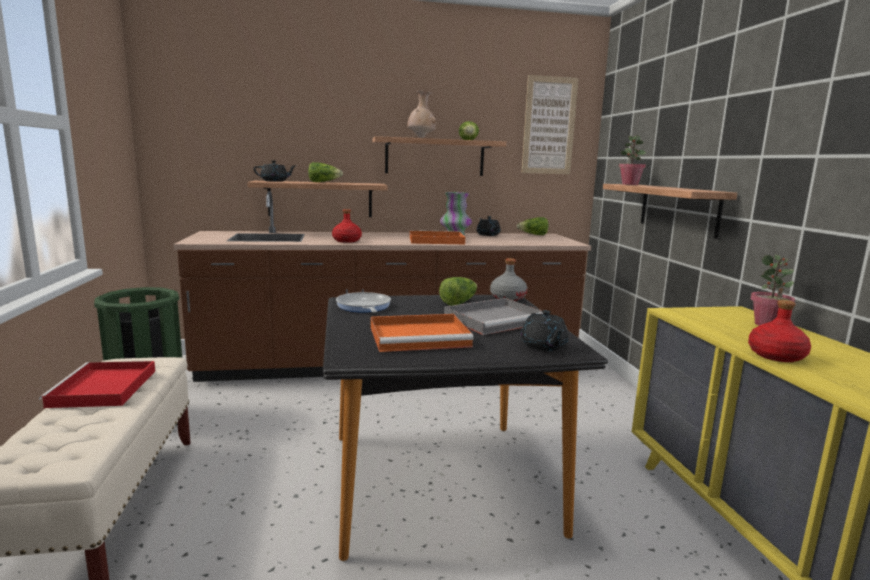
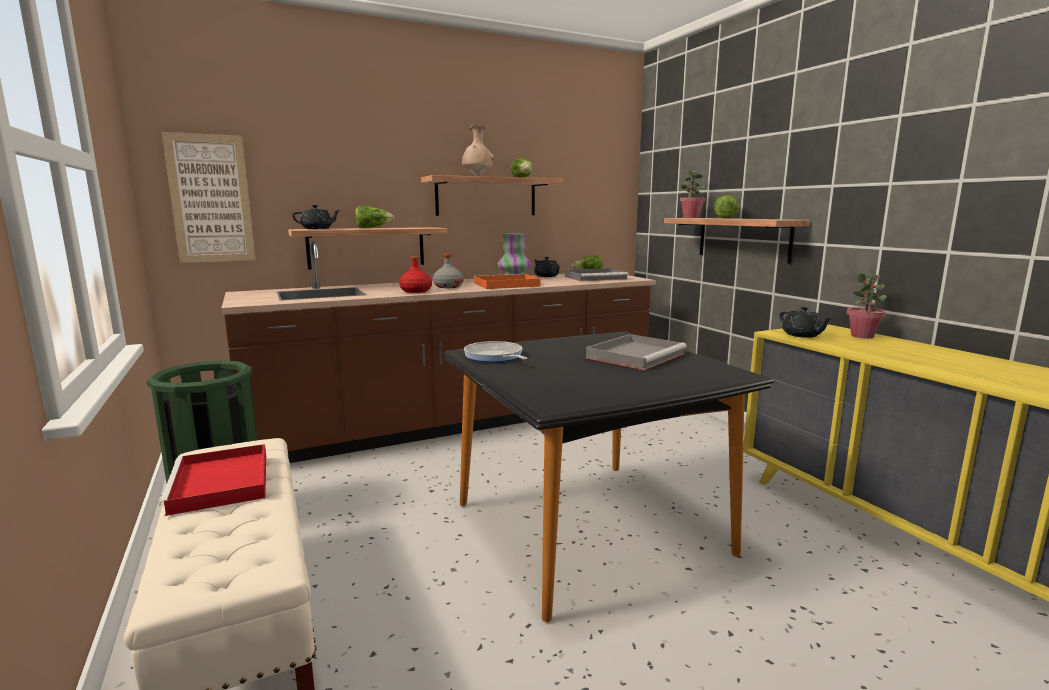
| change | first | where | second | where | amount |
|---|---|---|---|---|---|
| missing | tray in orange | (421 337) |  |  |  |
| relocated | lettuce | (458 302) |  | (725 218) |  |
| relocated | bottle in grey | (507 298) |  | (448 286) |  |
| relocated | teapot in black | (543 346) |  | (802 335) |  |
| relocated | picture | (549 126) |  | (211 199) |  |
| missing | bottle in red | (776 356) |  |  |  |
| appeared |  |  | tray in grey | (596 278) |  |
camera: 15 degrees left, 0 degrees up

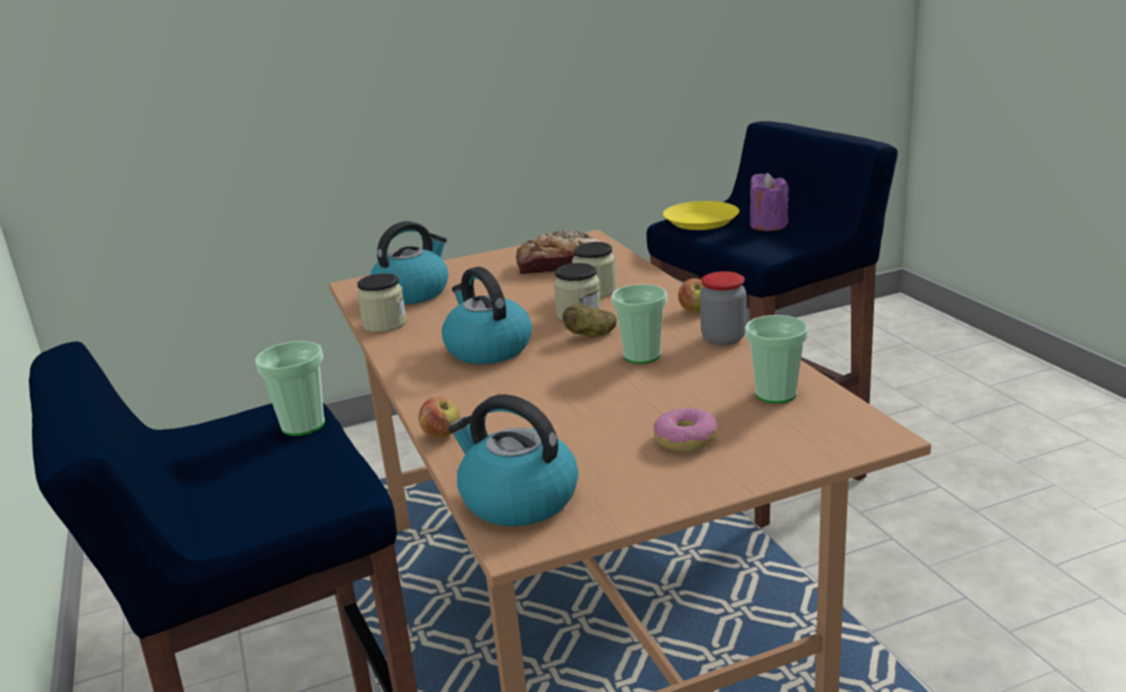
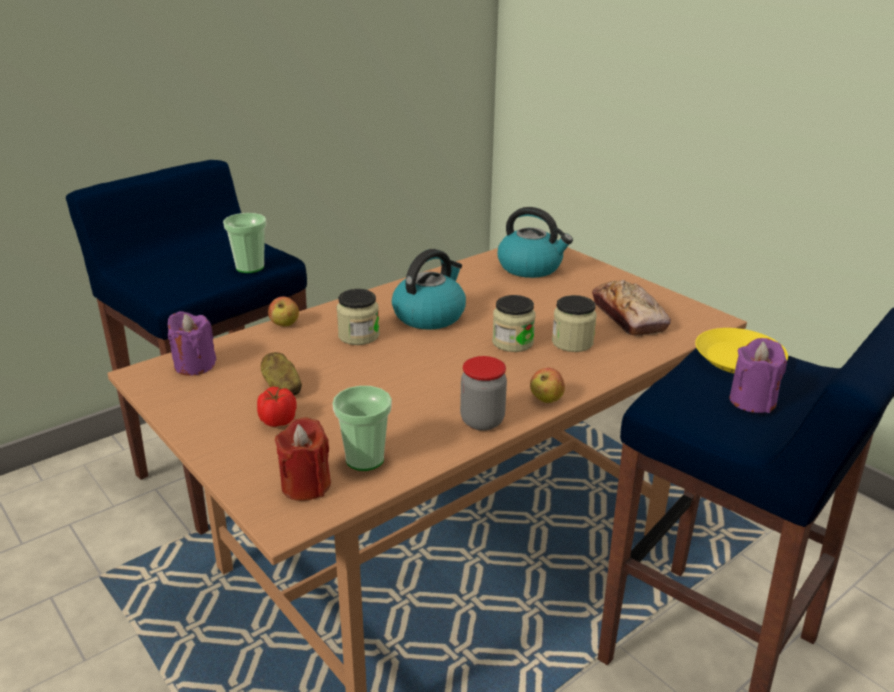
| change | first | where | second | where | amount |
|---|---|---|---|---|---|
| relocated | jar | (385 324) |  | (358 336) |  |
| exchanged | kettle | (517 499) | candle in purple | (194 365) |  |
| relocated | potato | (591 335) |  | (281 388) |  |
| missing | cup | (642 356) |  |  |  |
| exchanged | donut | (686 440) | tomato | (277 421) |  |
| appeared |  |  | candle in red | (306 485) |  |
camera: 70 degrees right, 5 degrees up

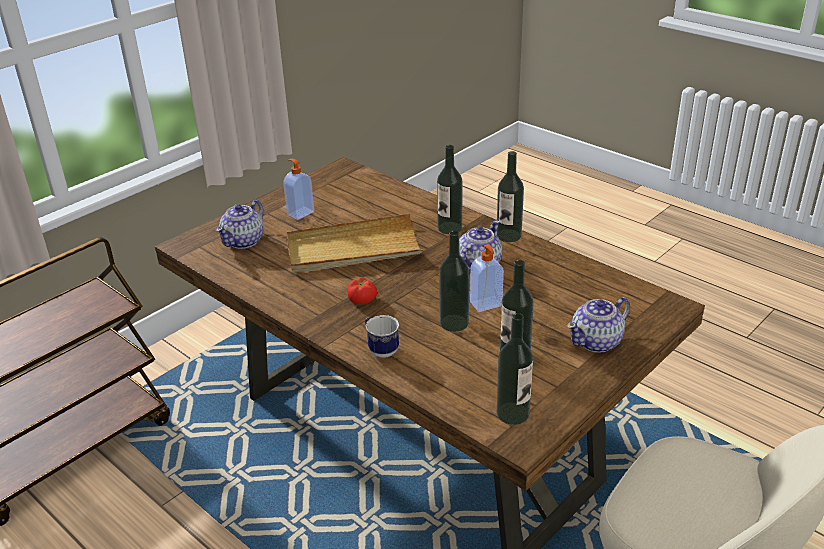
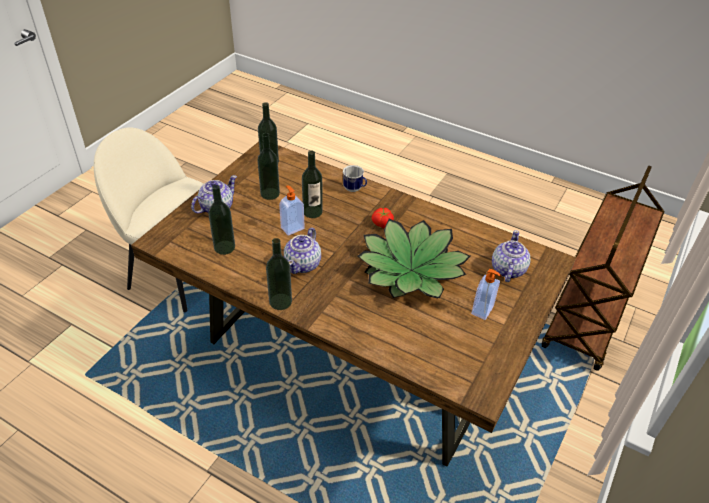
| change | first | where | second | where | amount |
|---|---|---|---|---|---|
| exchanged | tray in beige | (353 249) | potted plant | (411 270) |  |
| relocated | bottle | (449 228) |  | (224 247) |  |
camera: 165 degrees right, 10 degrees up

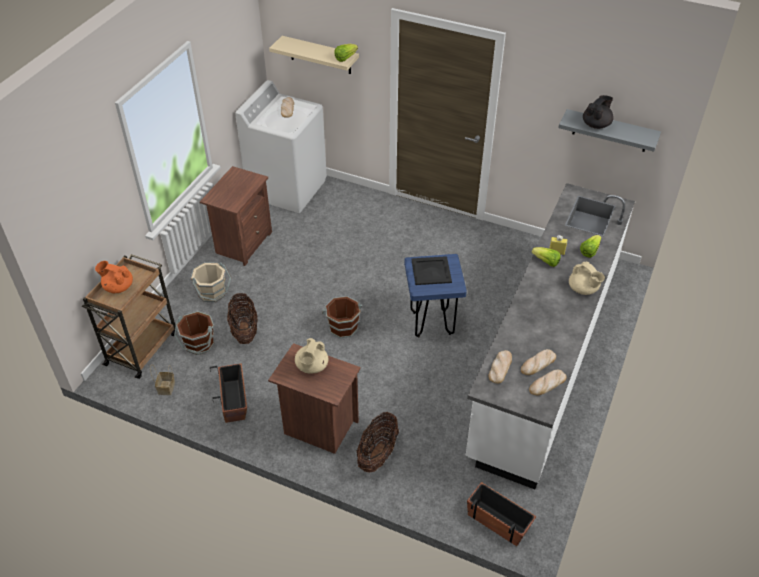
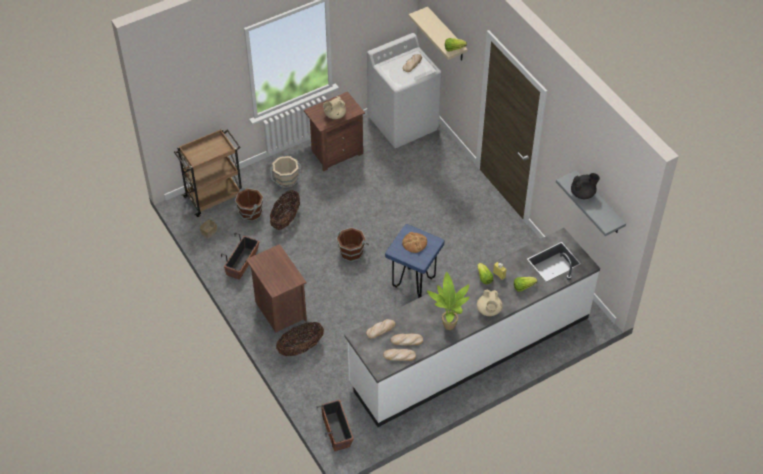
| change | first | where | second | where | amount |
|---|---|---|---|---|---|
| missing | teapot in orange | (118 287) |  |  |  |
| relocated | teapot in beige | (311 367) |  | (334 115) |  |
| exchanged | tray in black | (431 271) | bread | (414 243) |  |
| appeared |  |  | potted plant | (447 326) |  |
camera: 35 degrees right, 5 degrees up

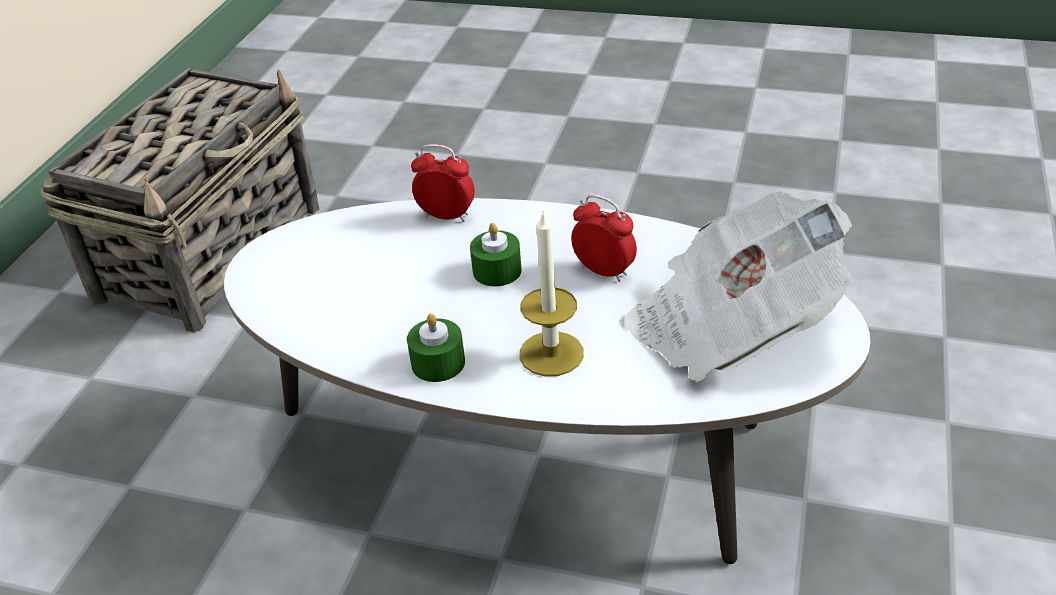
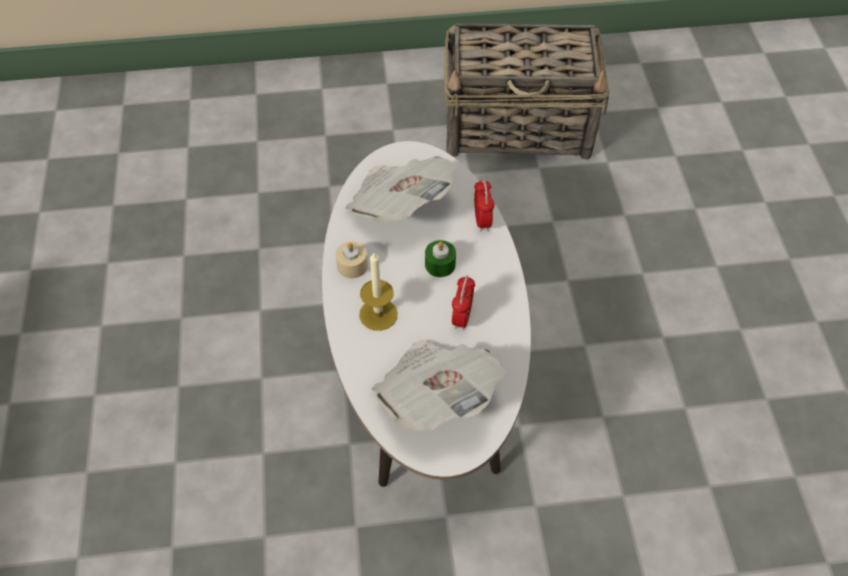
| change | first | where | second | where | amount |
|---|---|---|---|---|---|
| colour | candle in green | (438 363) | candle in beige | (352 266) |  |
| appeared |  |  | newspaper | (400 206) |  |
camera: 65 degrees right, 15 degrees up

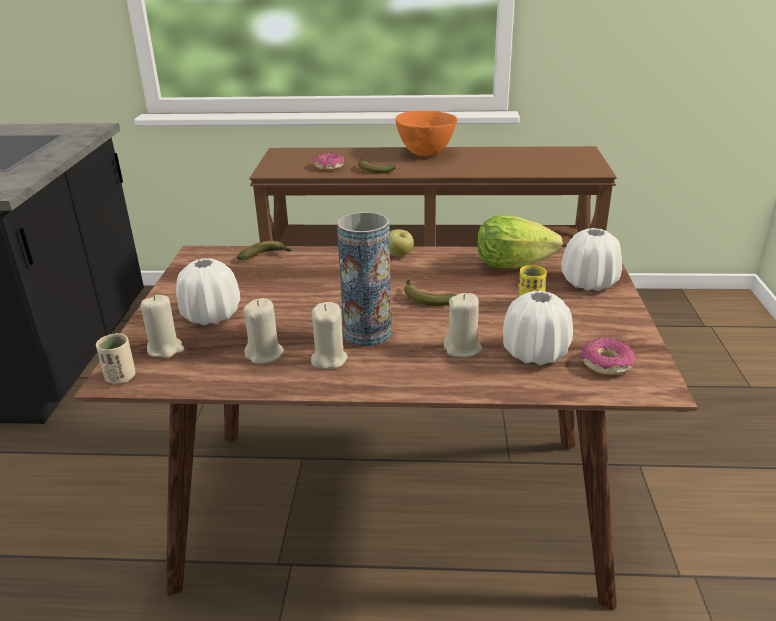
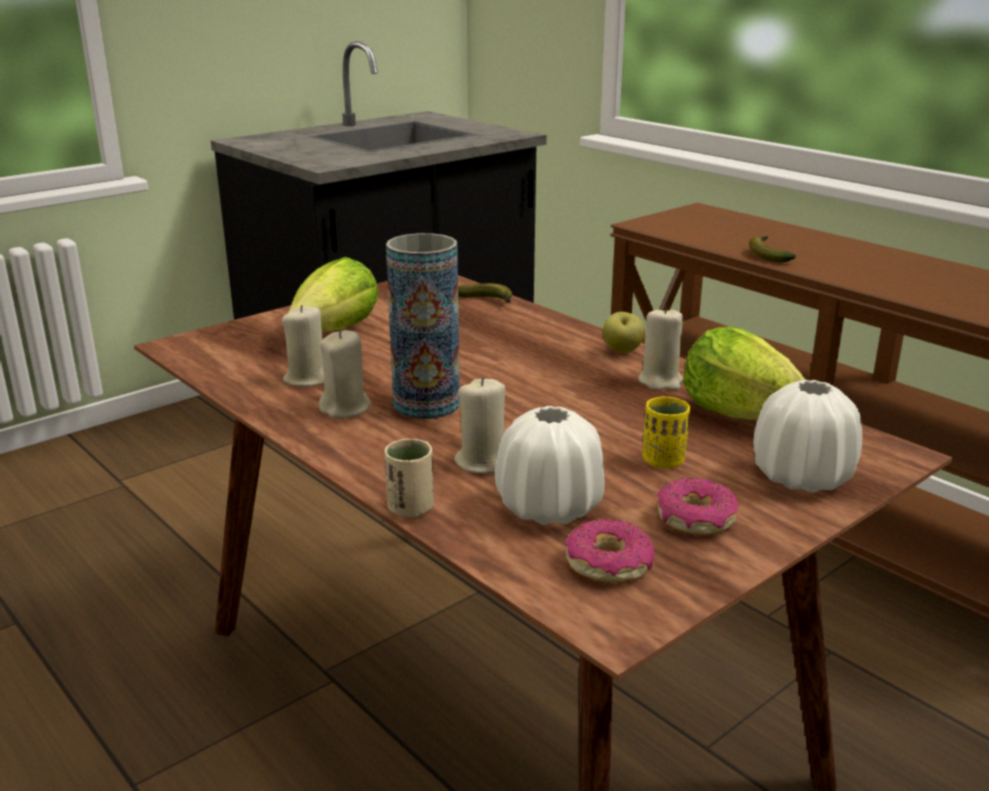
| change | first | where | second | where | amount |
|---|---|---|---|---|---|
| relocated | cup in beige | (121 378) |  | (410 508) |  |
| relocated | candle in beige | (165 349) |  | (661 381) |  |
| exchanged | vase in white | (211 315) | lettuce | (337 331) |  |
| relocated | donut | (329 167) |  | (695 519) |  |
| missing | bowl in orange | (426 154) |  |  |  |
| missing | banana | (425 298) |  |  |  |
camera: 45 degrees right, 5 degrees down

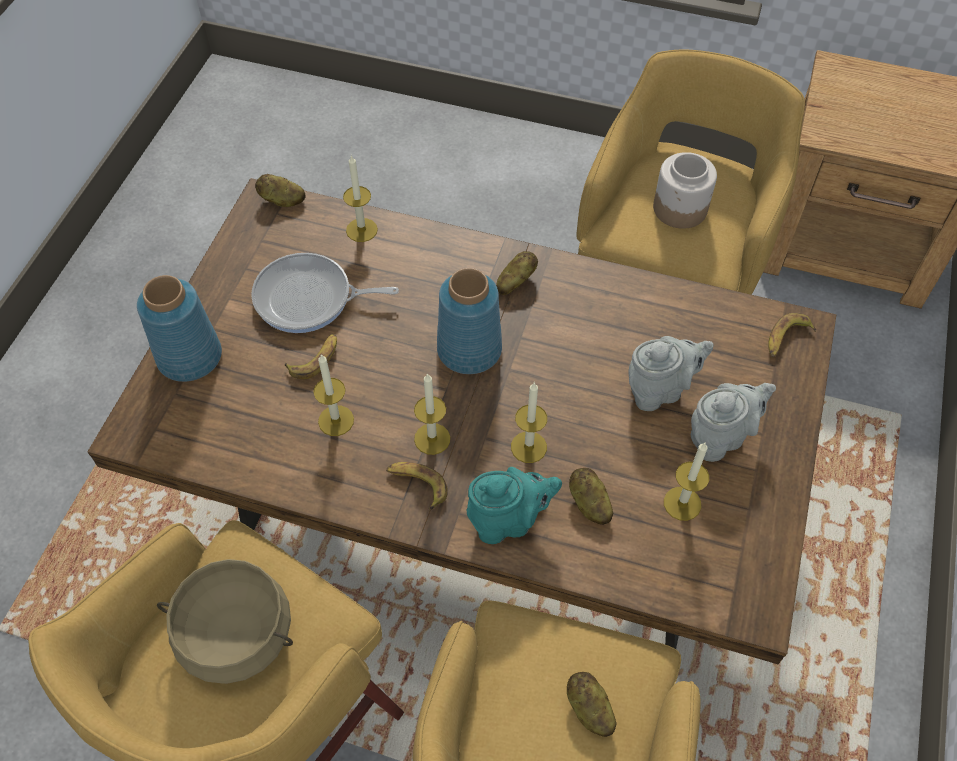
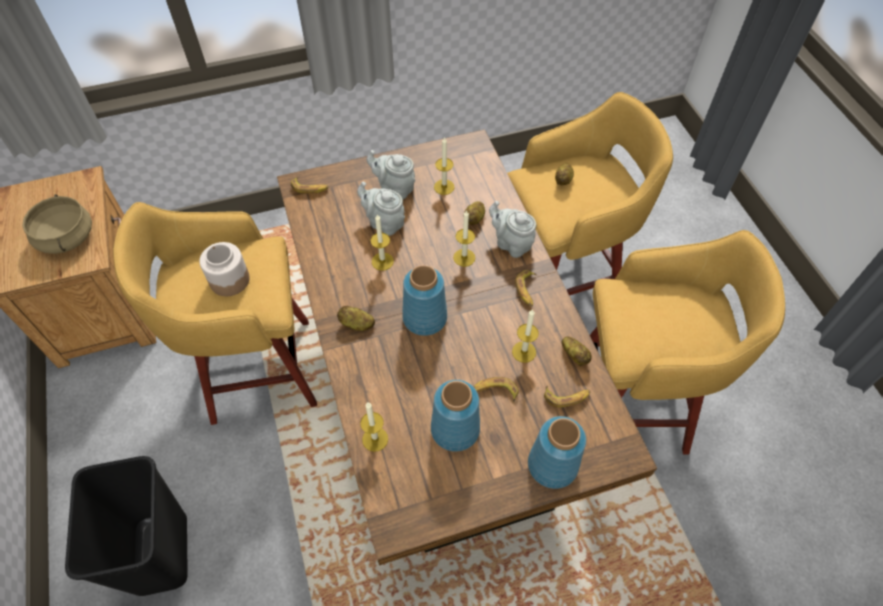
| change | first | where | second | where | amount |
|---|---|---|---|---|---|
| relocated | cooking pot in beige | (235 634) |  | (67 237) |  |
| exchanged | frying pan | (309 299) | vase in blue | (455 428) |  |
| relocated | potato | (282 200) |  | (575 355) |  |
| relocated | candle | (432 439) |  | (382 261) |  |
| colour | teapot in turquoise | (508 521) | teapot in grey | (511 244) |  |
| appeared |  |  | trash can in black | (160 552) |  |
| appeared |  |  | banana | (566 397) |  |
camera: 125 degrees left, 0 degrees up

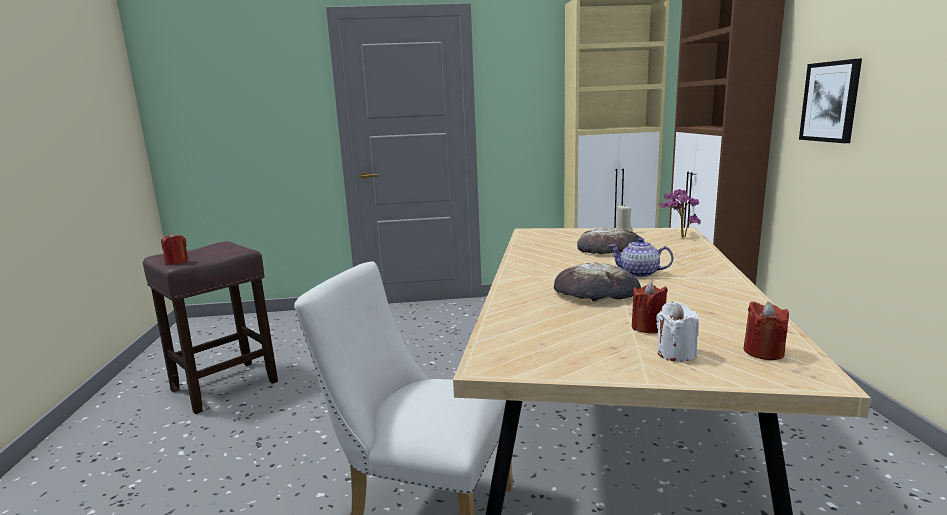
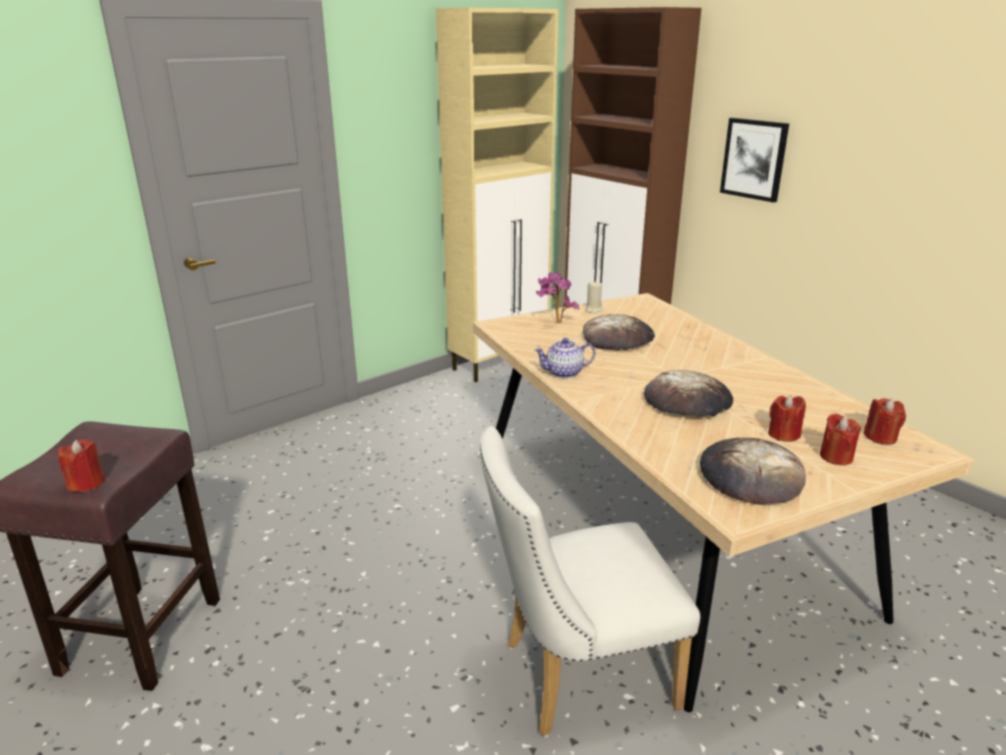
| change | first | where | second | where | amount |
|---|---|---|---|---|---|
| relocated | teapot | (639 273) |  | (564 373) |  |
| colour | candle in white | (675 353) | candle in red | (836 457) |  |
| relocated | potted plant | (679 237) |  | (555 323) |  |
| appeared |  |  | bread | (750 476) |  |
camera: 35 degrees left, 10 degrees up

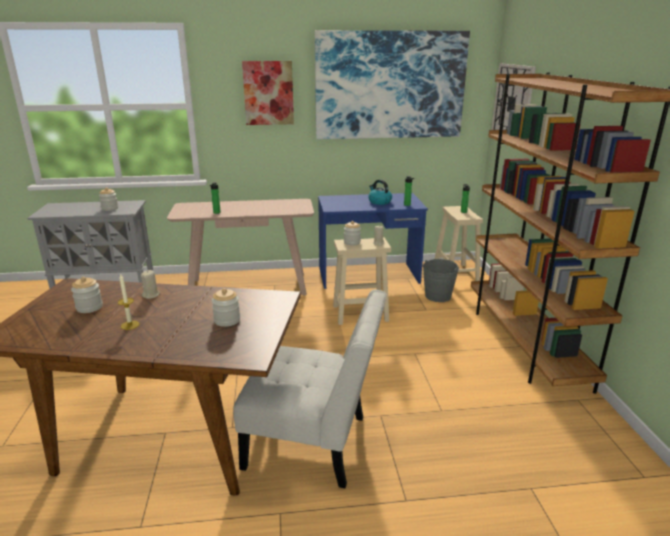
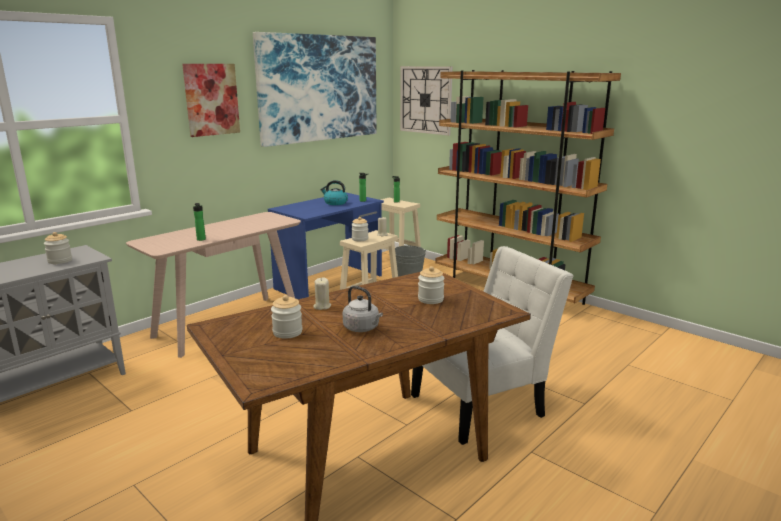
| change | first | where | second | where | amount |
|---|---|---|---|---|---|
| exchanged | candle | (130 325) | kettle in grey | (362 328) |  |
camera: 40 degrees left, 5 degrees down

